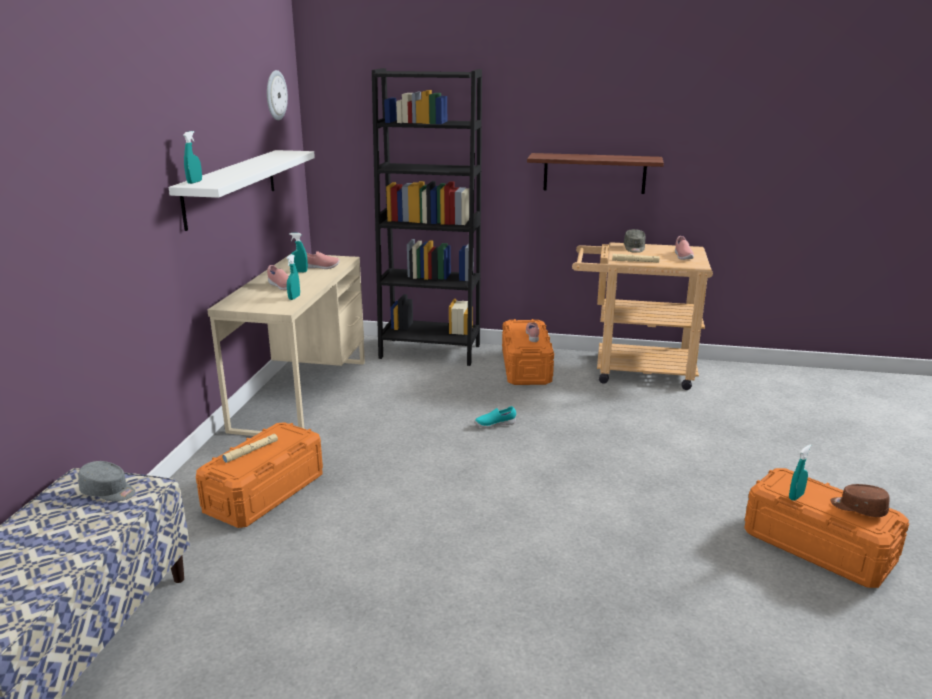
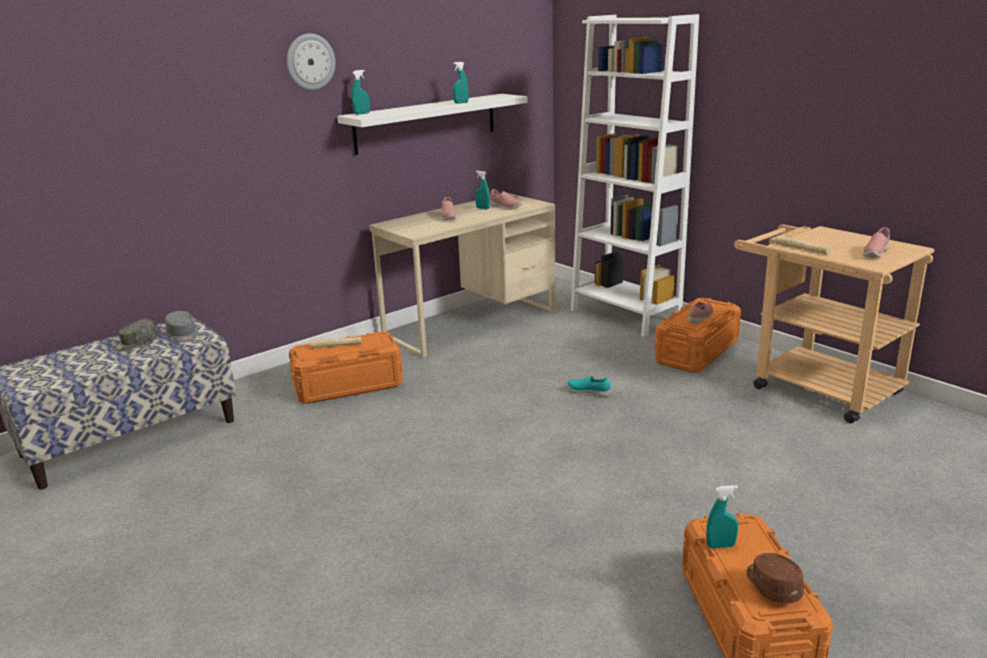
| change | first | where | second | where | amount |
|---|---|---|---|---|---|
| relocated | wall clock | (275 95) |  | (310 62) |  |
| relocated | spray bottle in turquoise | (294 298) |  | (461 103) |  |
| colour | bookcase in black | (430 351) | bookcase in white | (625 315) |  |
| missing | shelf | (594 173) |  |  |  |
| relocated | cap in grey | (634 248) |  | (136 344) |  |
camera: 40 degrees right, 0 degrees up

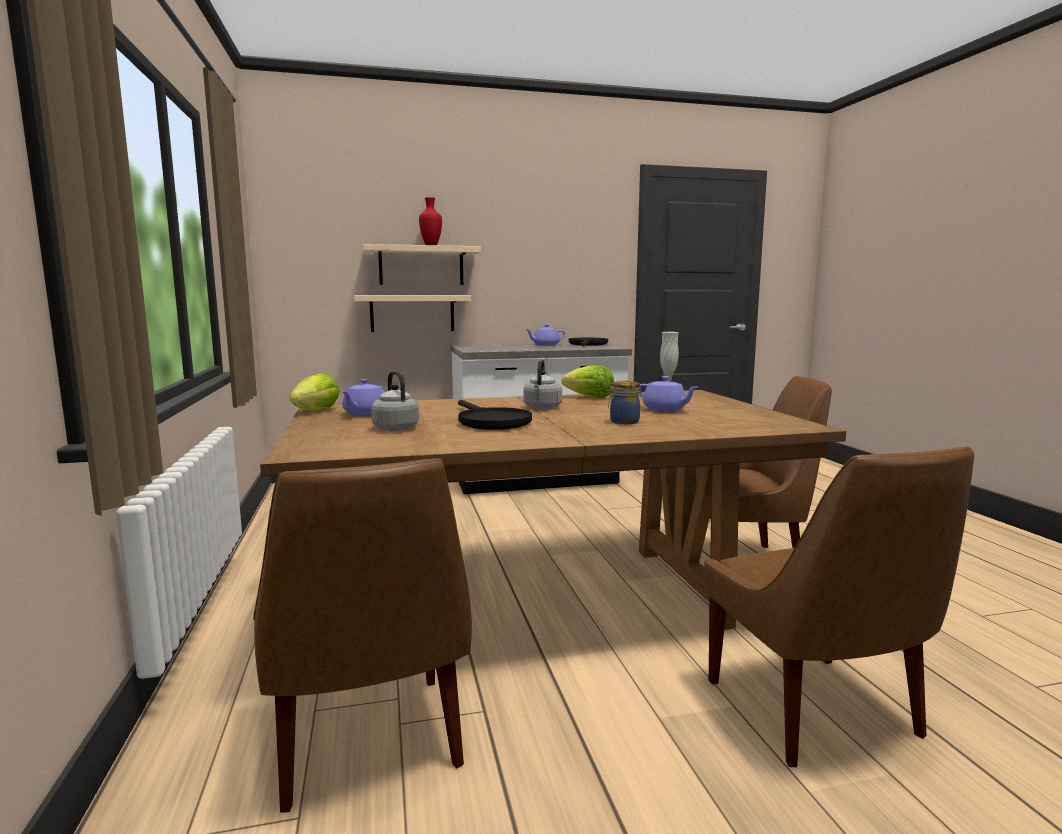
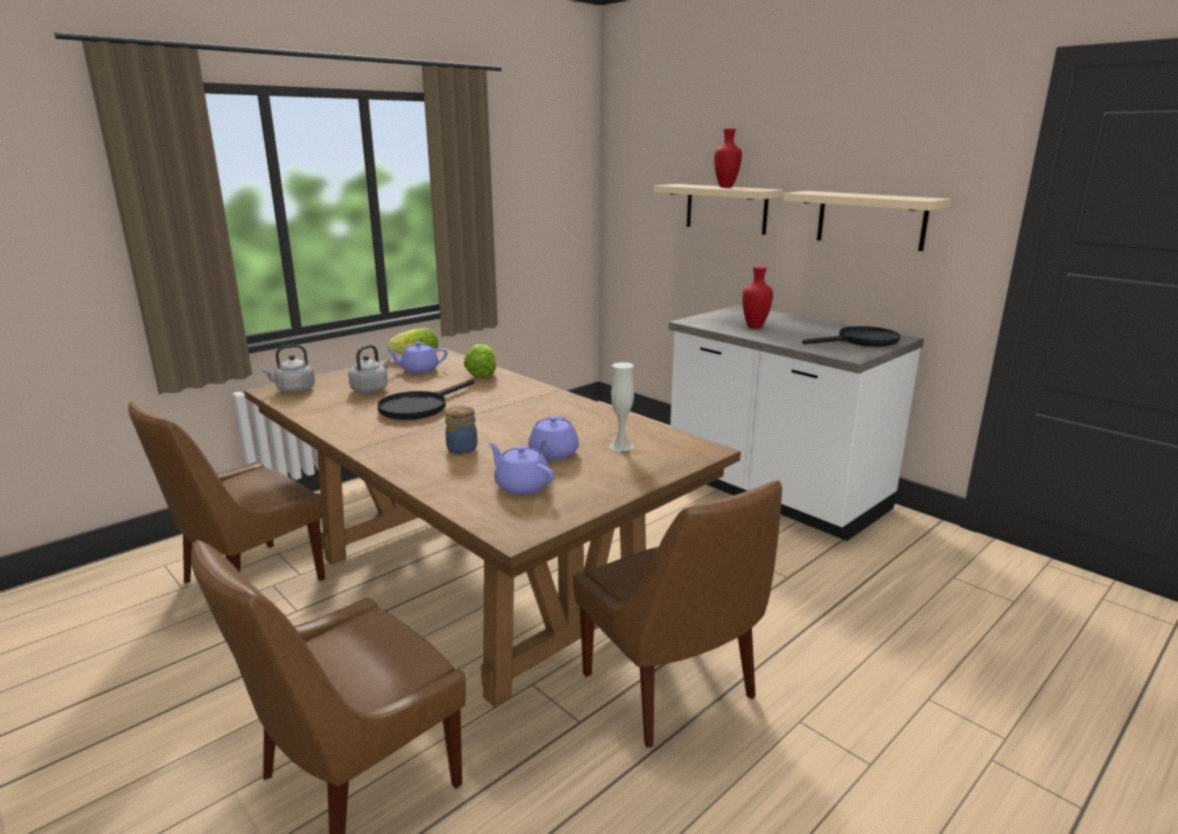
| change | first | where | second | where | amount |
|---|---|---|---|---|---|
| relocated | shelf in beige | (412 313) |  | (870 220) |  |
| relocated | kettle in grey | (542 408) |  | (293 390) |  |
| relocated | teapot in purple | (545 345) |  | (521 486) |  |
| relocated | lettuce | (590 397) |  | (481 374) |  |
| appeared |  |  | vase in red | (754 327) |  |
camera: 60 degrees right, 10 degrees up

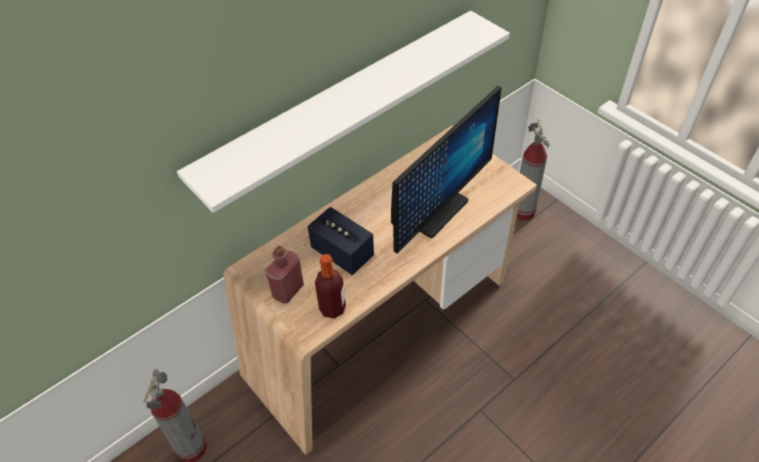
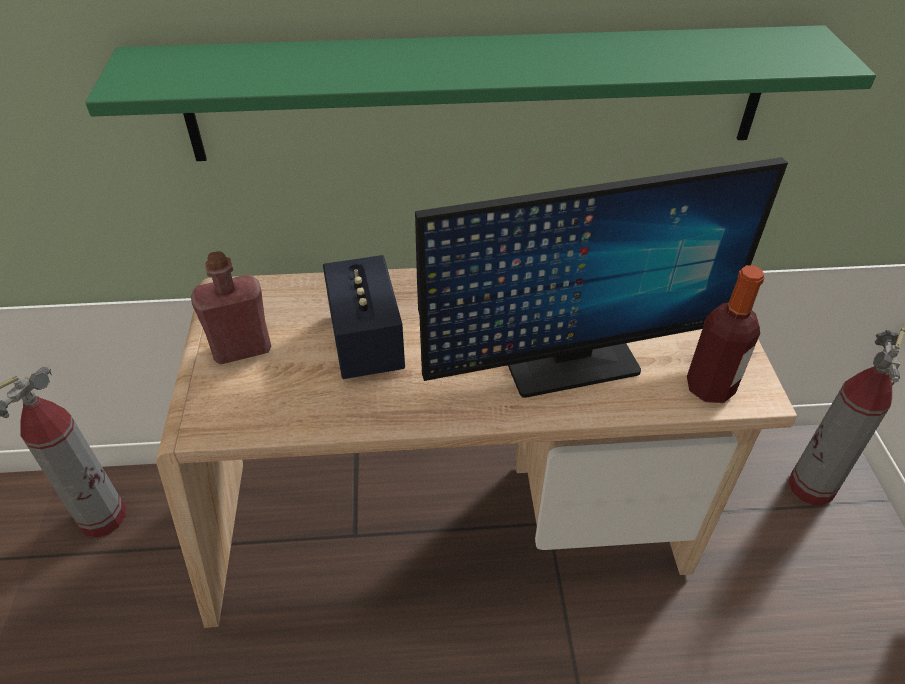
| change | first | where | second | where | amount |
|---|---|---|---|---|---|
| colour | shelf in white | (341 107) | shelf in green | (477 95) |  |
| relocated | bottle | (332 308) |  | (709 387) |  |
camera: 35 degrees right, 5 degrees down

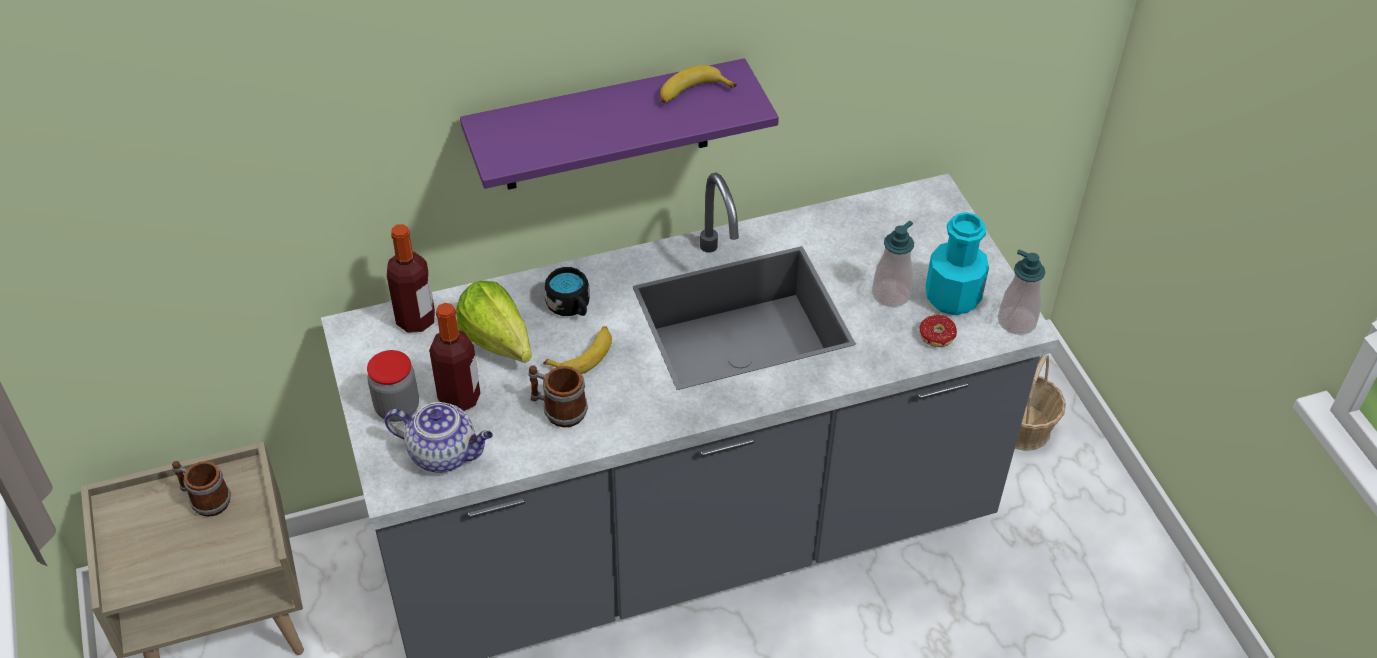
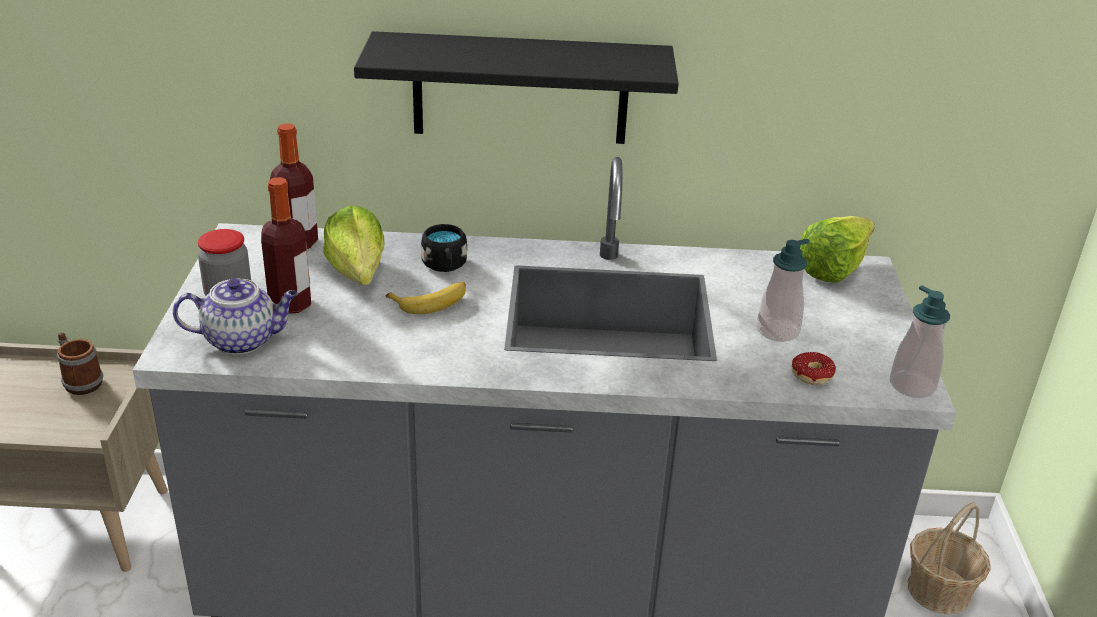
| change | first | where | second | where | amount |
|---|---|---|---|---|---|
| spun | teapot | (444 453) |  | (242 340) | 45 degrees counterclockwise |
| colour | shelf in purple | (606 126) | shelf in black | (520 88) |  |
| missing | mug | (558 410) |  |  |  |
| missing | banana | (692 93) |  |  |  |
| missing | bottle in turquoise | (952 297) |  |  |  |
| appeared |  |  | lettuce | (839 267) |  |
camera: 20 degrees right, 15 degrees down

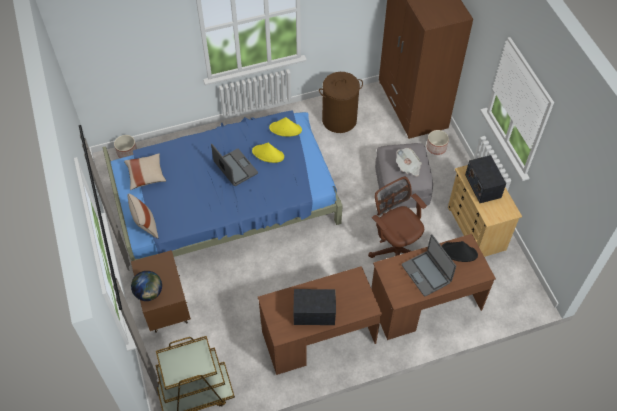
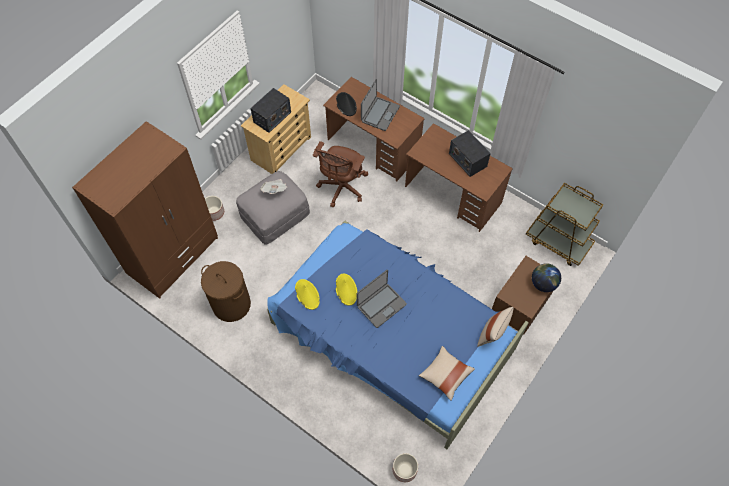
| change | first | where | second | where | amount |
|---|---|---|---|---|---|
| spun | laptop | (235 168) |  | (381 305) | 150 degrees counterclockwise |
camera: 125 degrees left, 5 degrees up

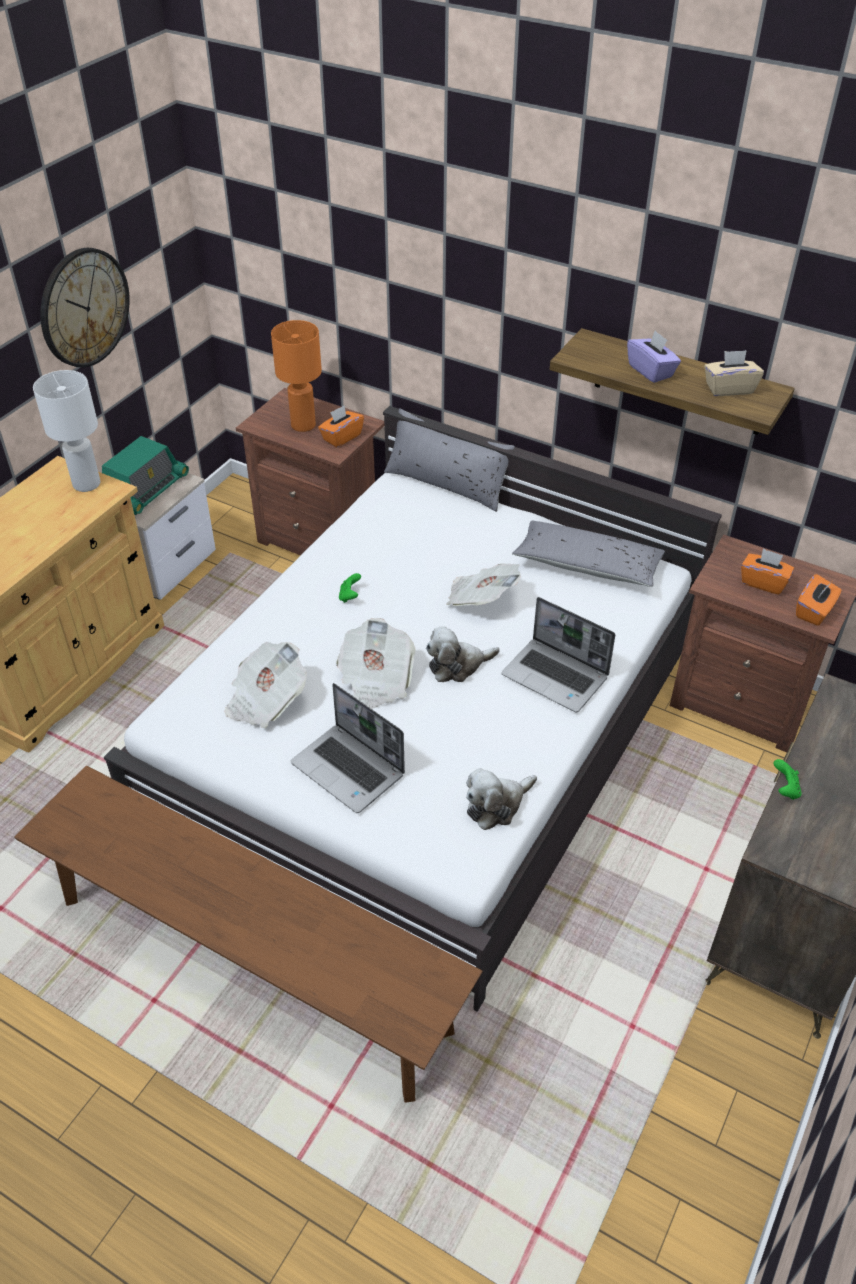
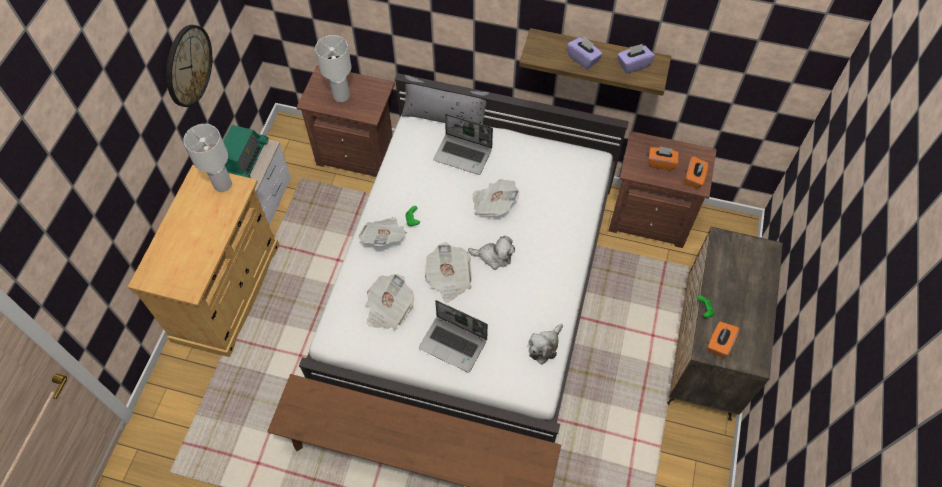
| change | first | where | second | where | amount |
|---|---|---|---|---|---|
| colour | table lamp in orange | (303 425) | table lamp in white | (341 95) |  |
| relocated | tissue box in orange | (341 437) |  | (719 344) |  |
| spun | plush toy | (458 665) |  | (494 256) | 135 degrees counterclockwise |
| relocated | laptop | (556 676) |  | (463 154) |  |
| missing | pillow in grey | (587 565) |  |  |  |
| colour | tissue box in beige | (729 388) | tissue box in purple | (633 65) |  |
| appeared |  |  | newspaper | (384 237) |  |
camera: 15 degrees left, 15 degrees up

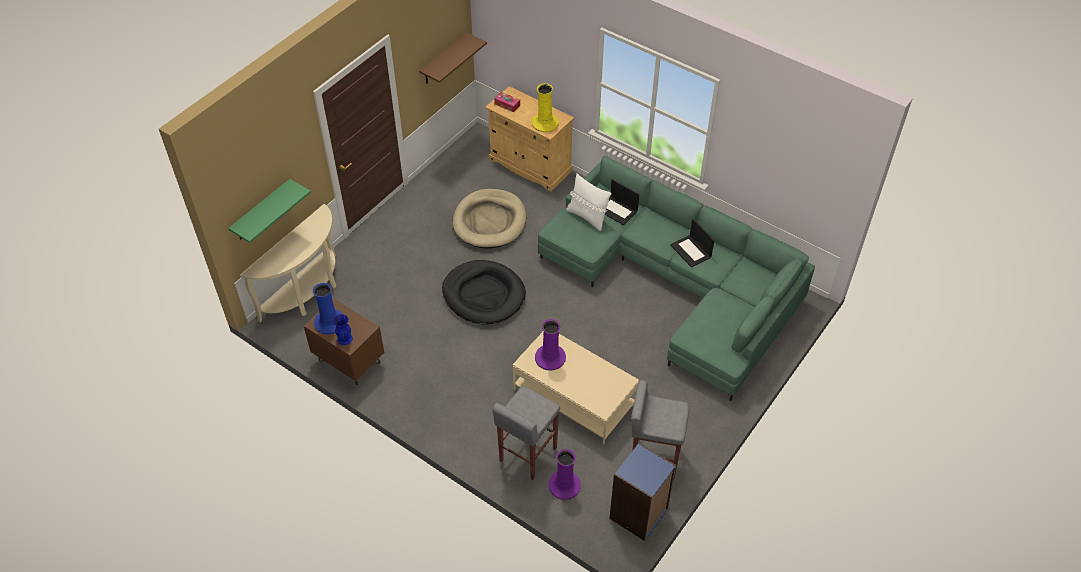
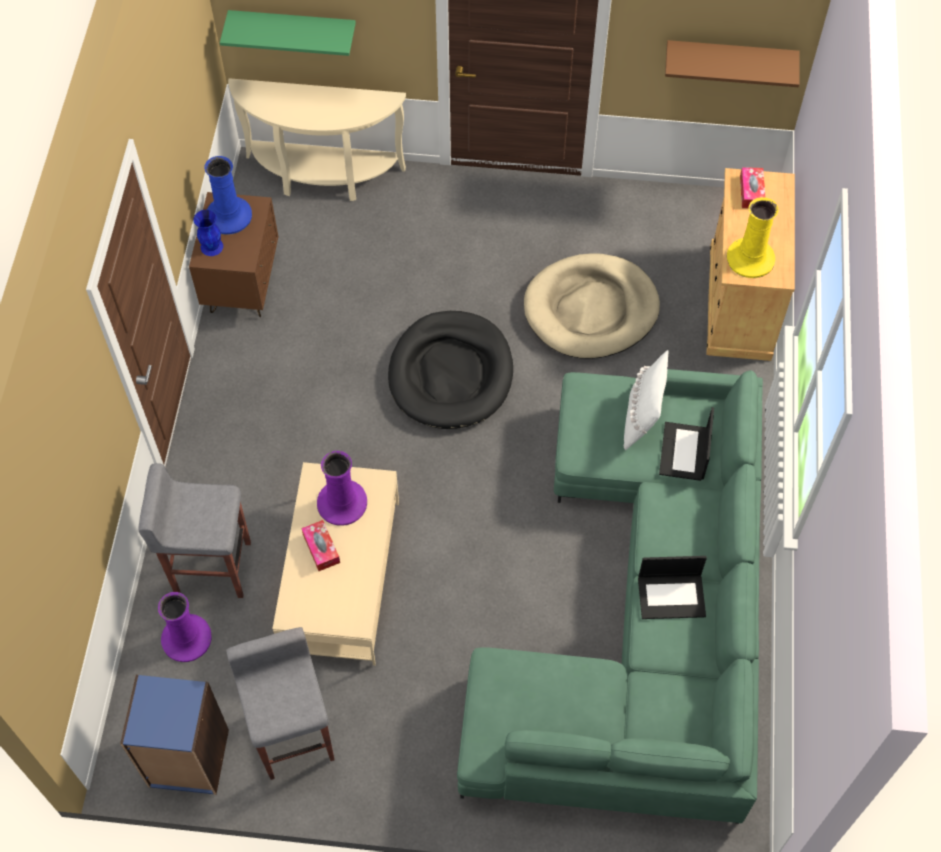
| change | first | where | second | where | amount |
|---|---|---|---|---|---|
| spun | laptop | (691 251) |  | (672 596) | 120 degrees counterclockwise |
| appeared |  |  | tissue box | (321 548) |  |
camera: 60 degrees right, 10 degrees up

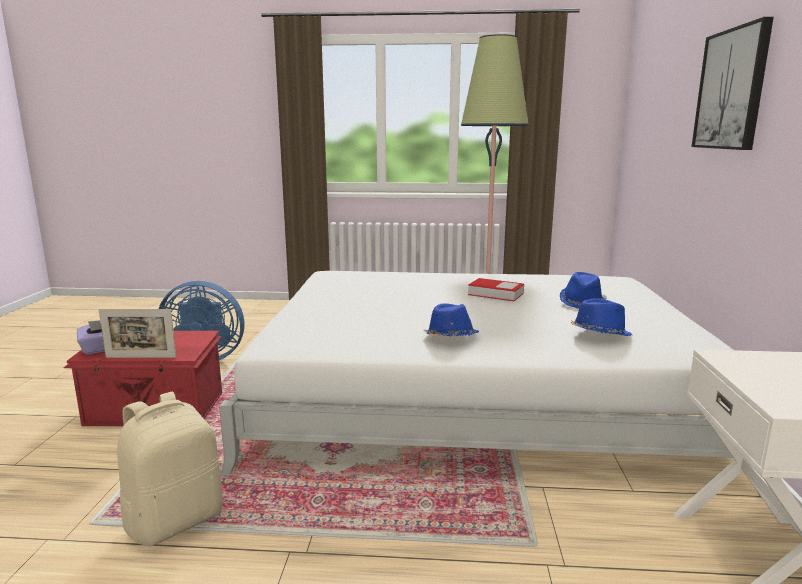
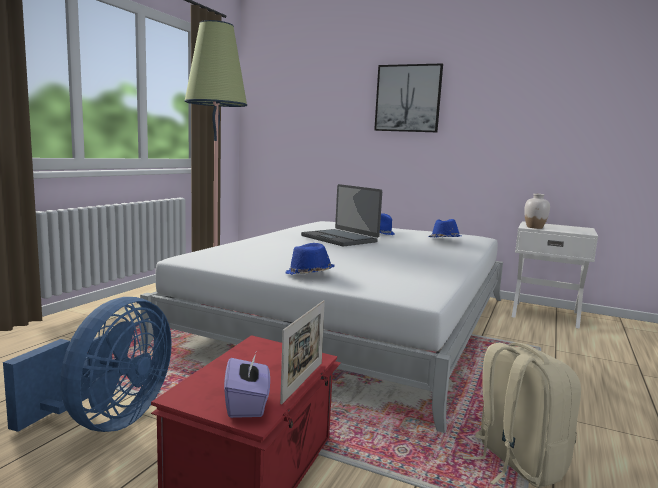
| change | first | where | second | where | amount |
|---|---|---|---|---|---|
| relocated | hat in blue | (450 338) |  | (309 274) |  |
| exchanged | book | (495 294) | laptop | (340 239) |  |
| appeared |  |  | vase in white | (534 227) |  |
camera: 70 degrees left, 5 degrees down

